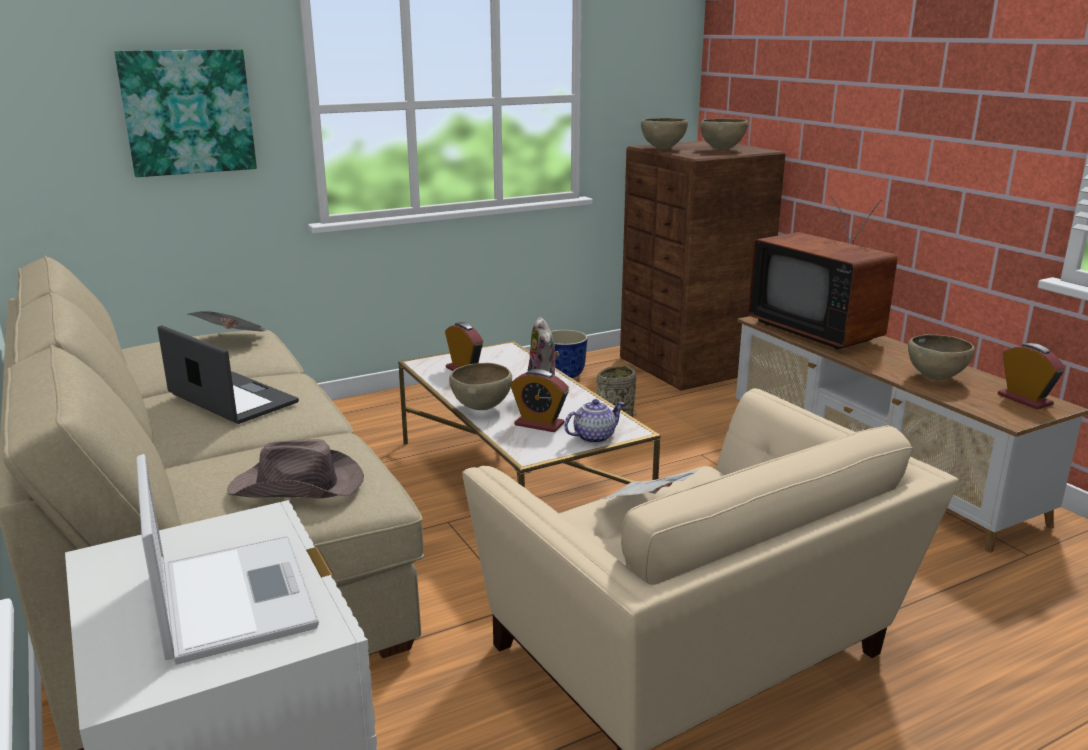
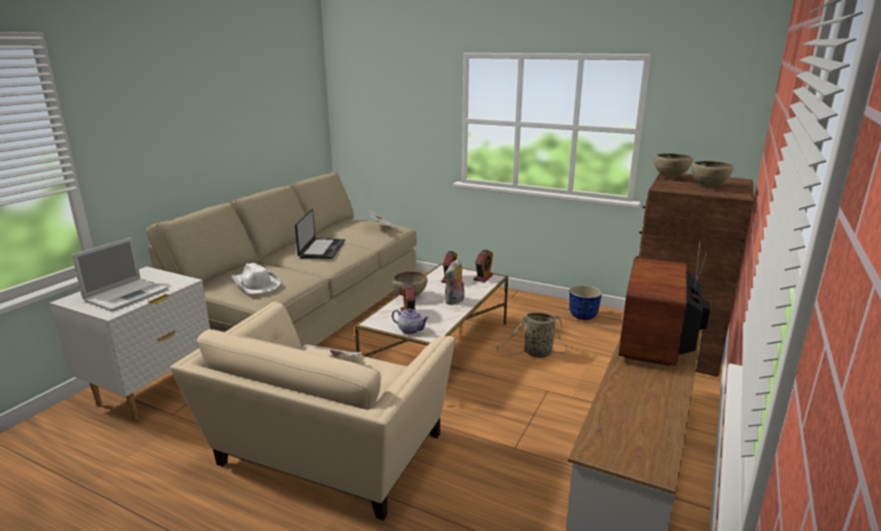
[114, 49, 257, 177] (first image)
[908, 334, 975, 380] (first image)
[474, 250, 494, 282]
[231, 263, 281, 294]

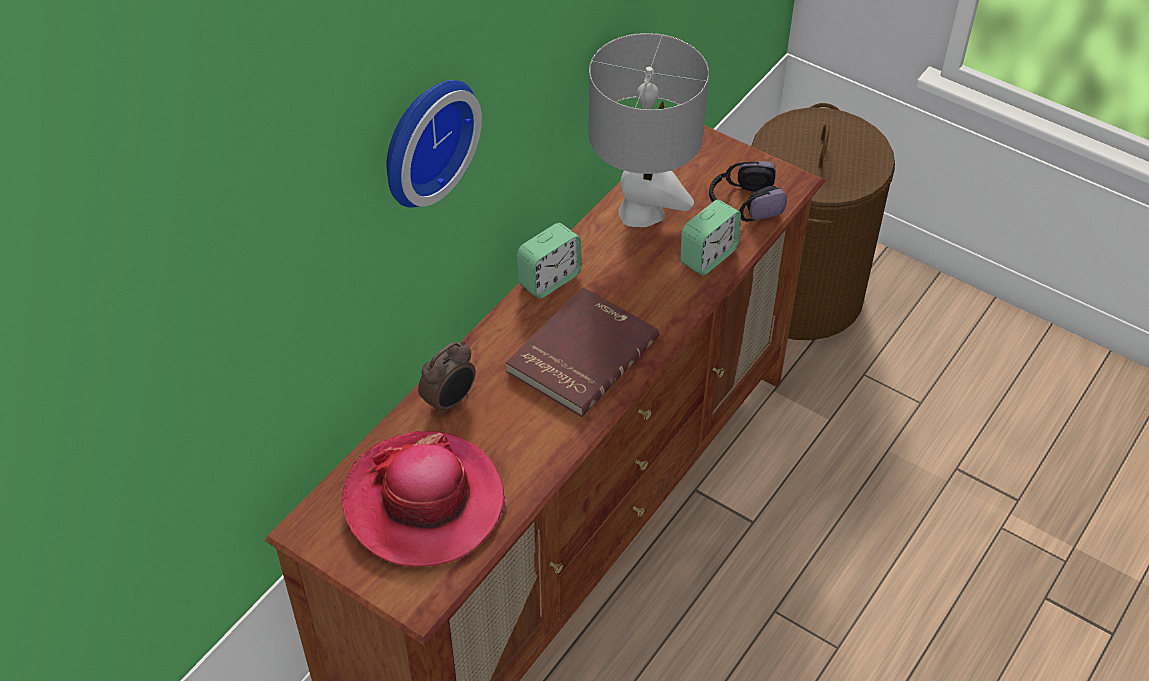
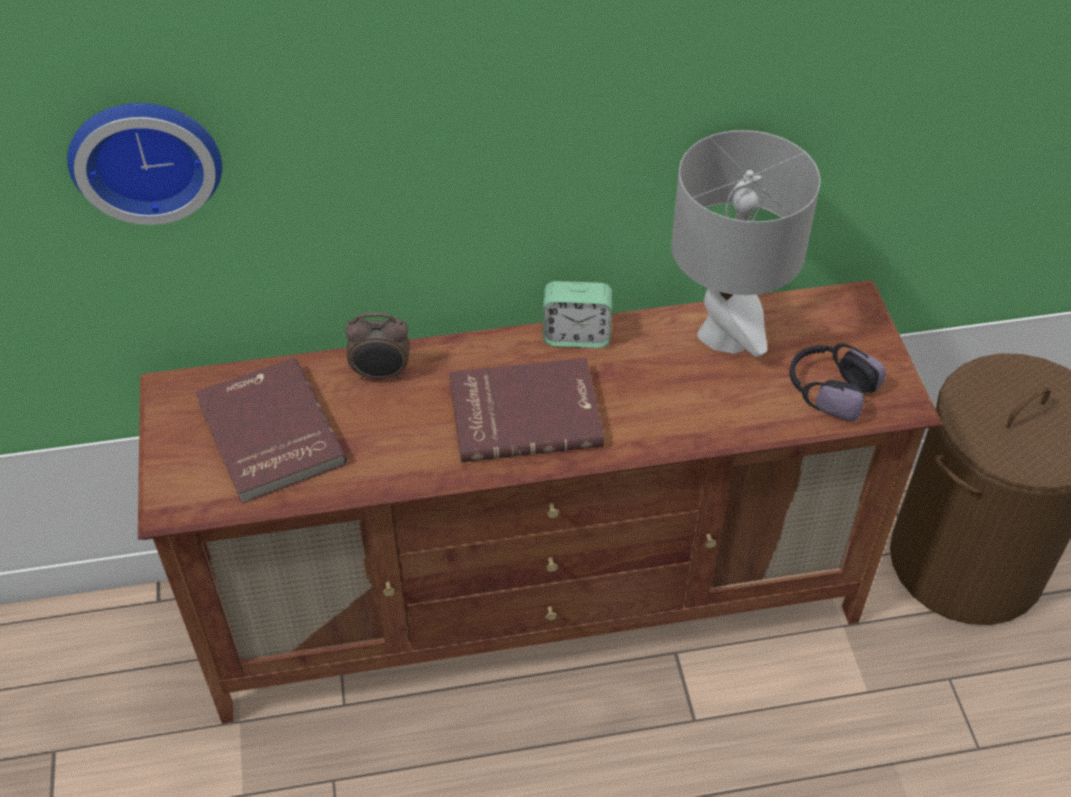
[67, 103, 222, 225]
[680, 200, 741, 276] (first image)
[196, 358, 347, 504]

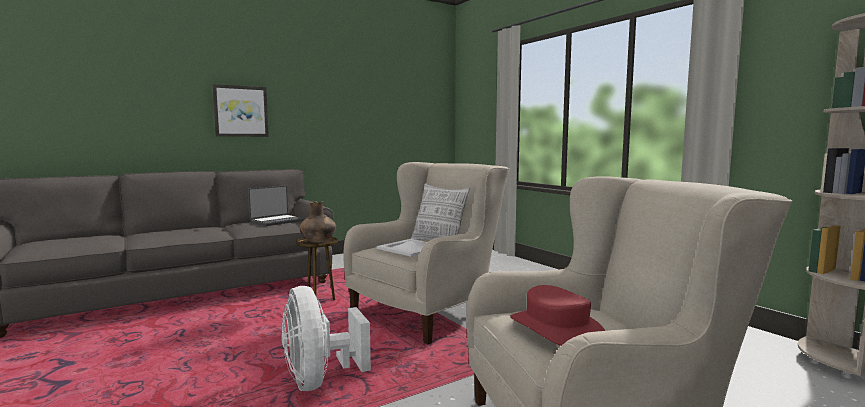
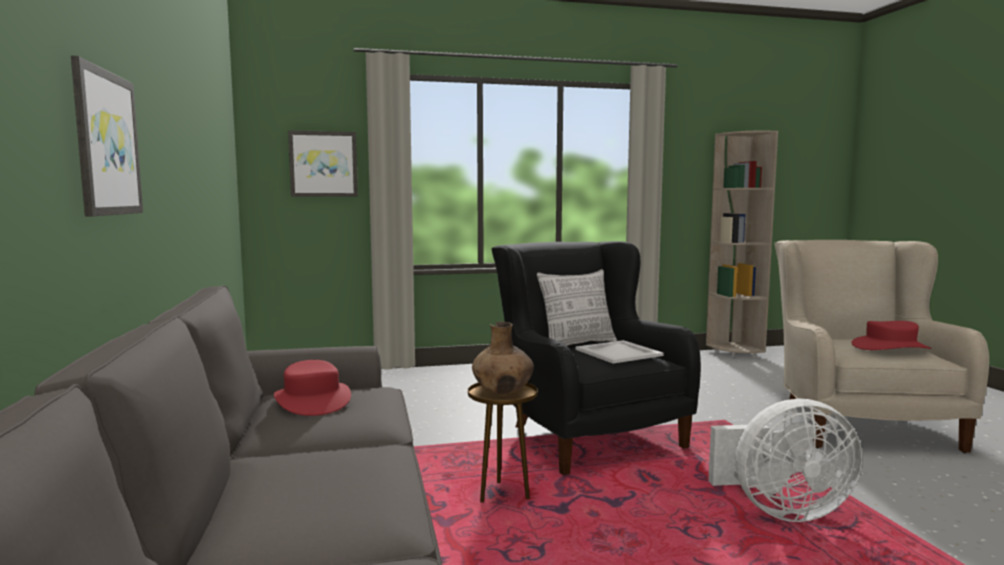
[491, 241, 701, 475]
[274, 360, 351, 416]
[288, 130, 358, 197]

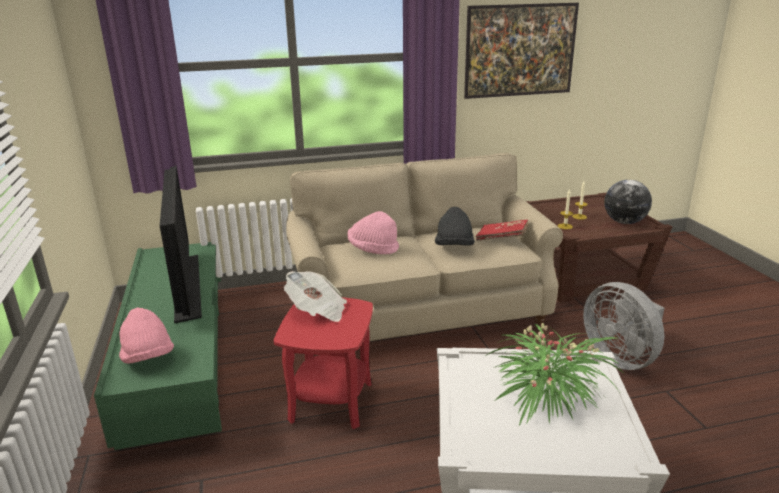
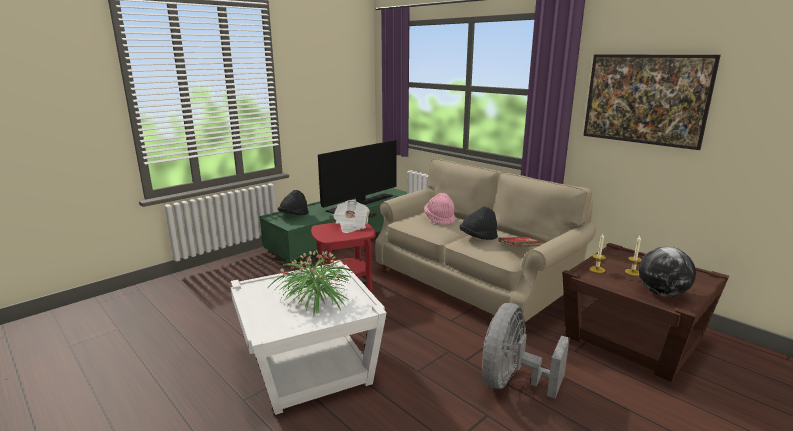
[278, 190, 309, 215]

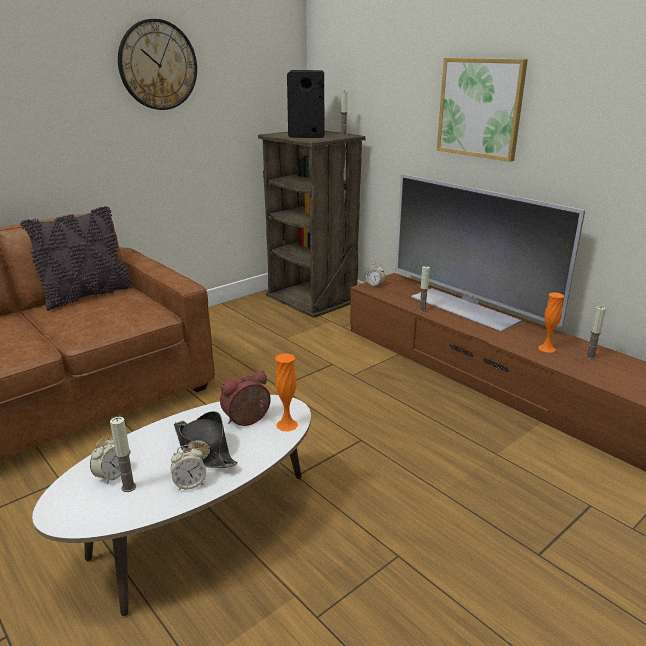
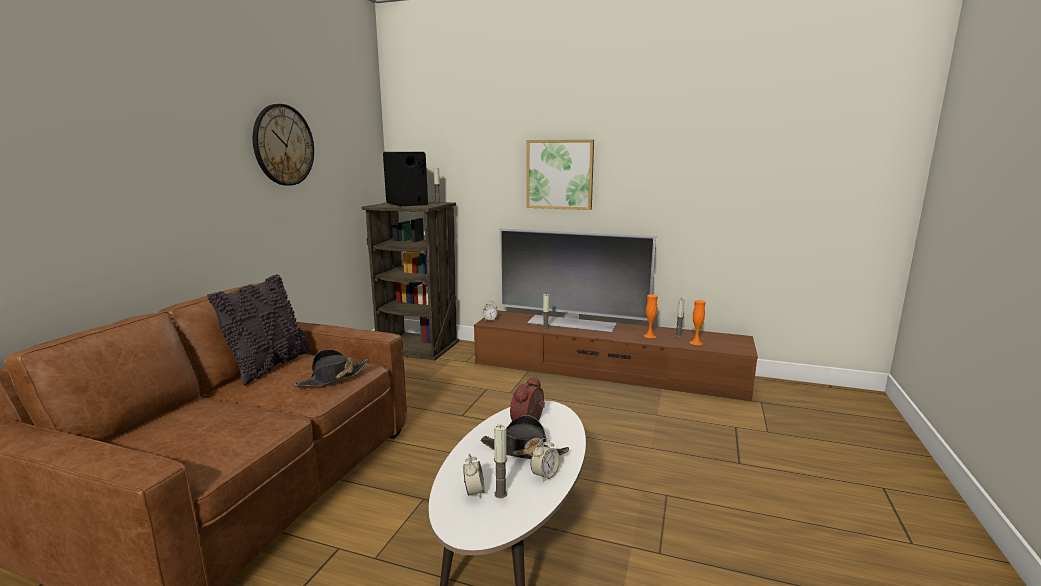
[690, 300, 706, 345]
[293, 349, 369, 387]

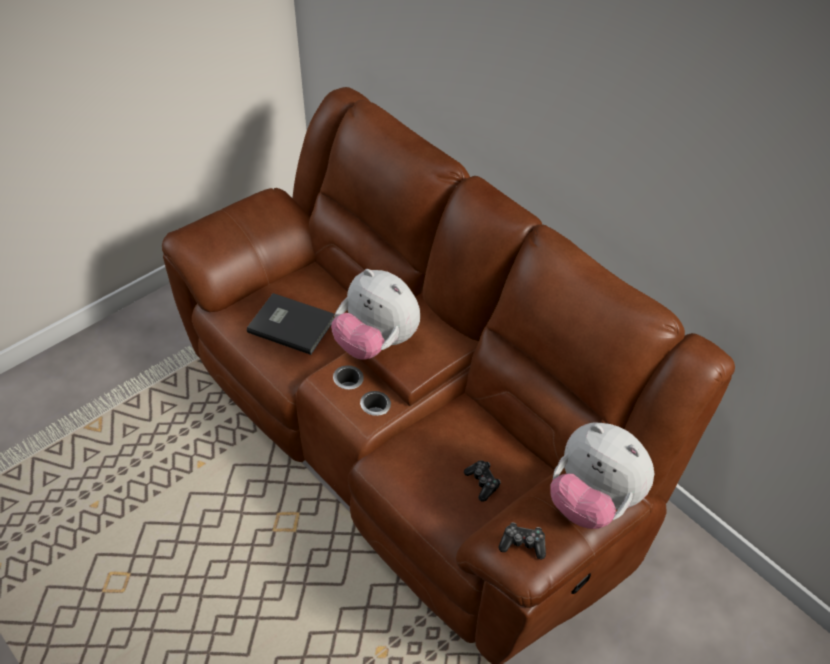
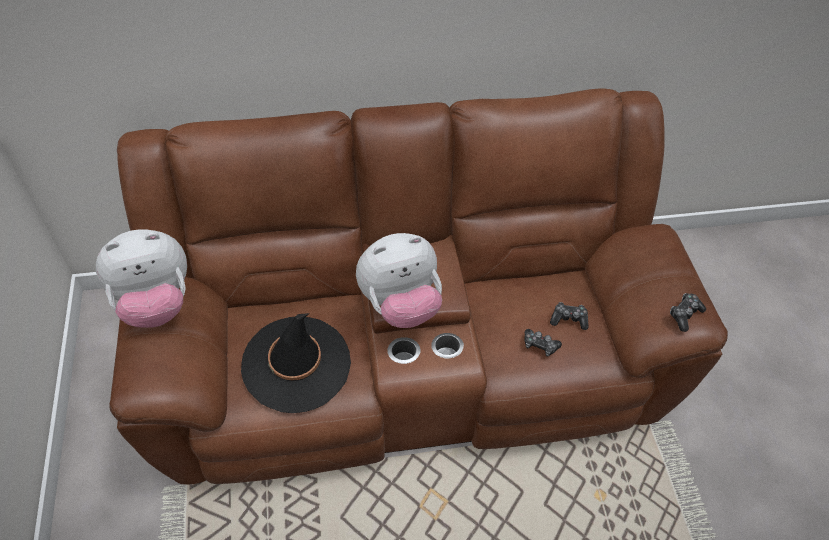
[241, 313, 351, 413]
[96, 229, 187, 328]
[524, 329, 562, 356]

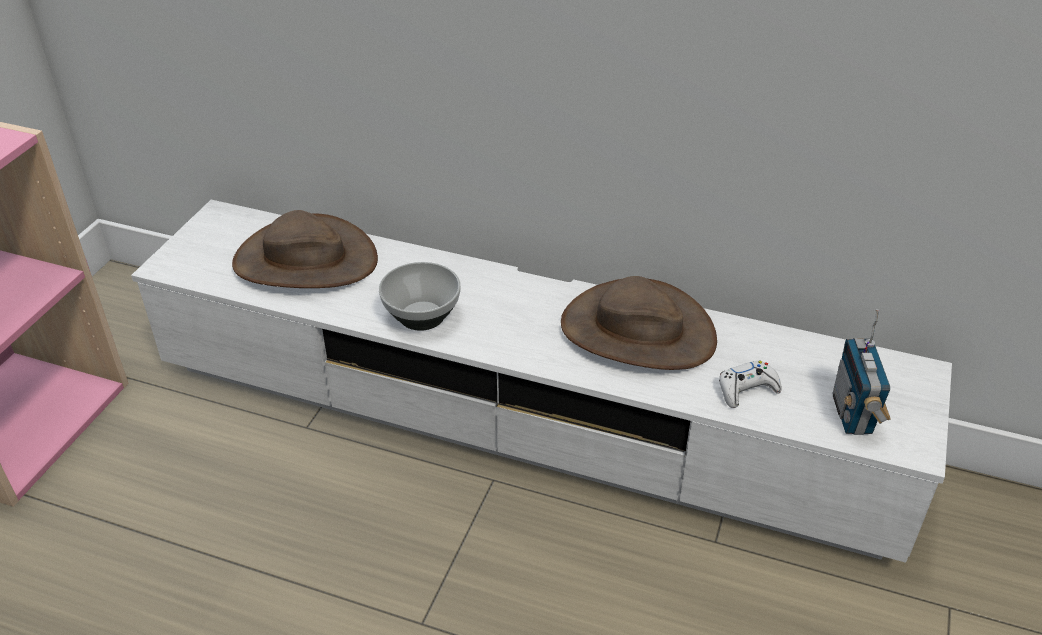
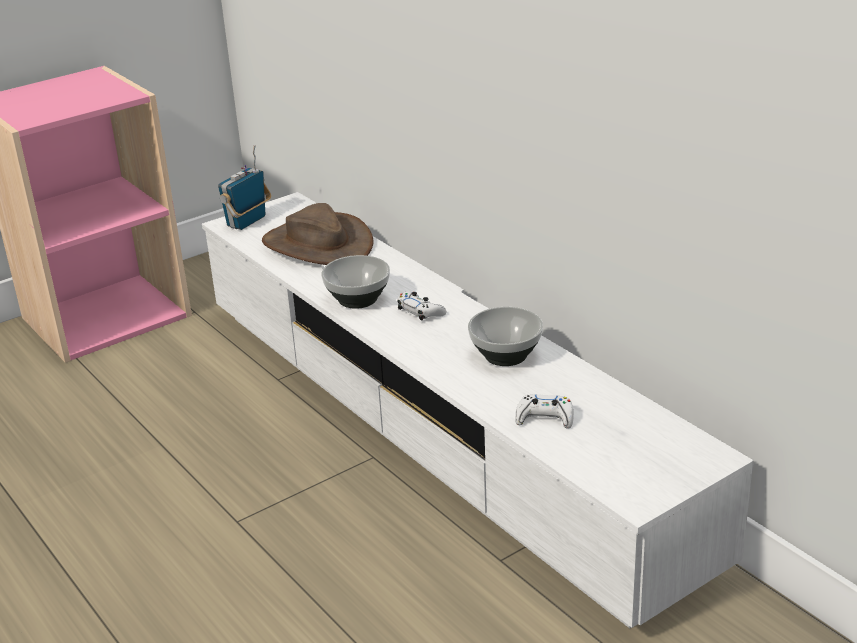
[468, 307, 543, 366]
[218, 145, 271, 230]
[397, 291, 446, 321]

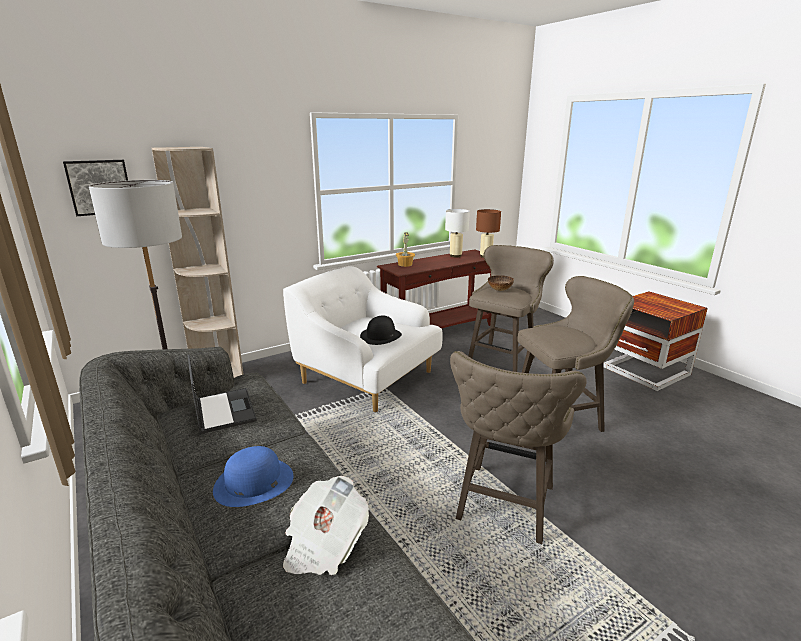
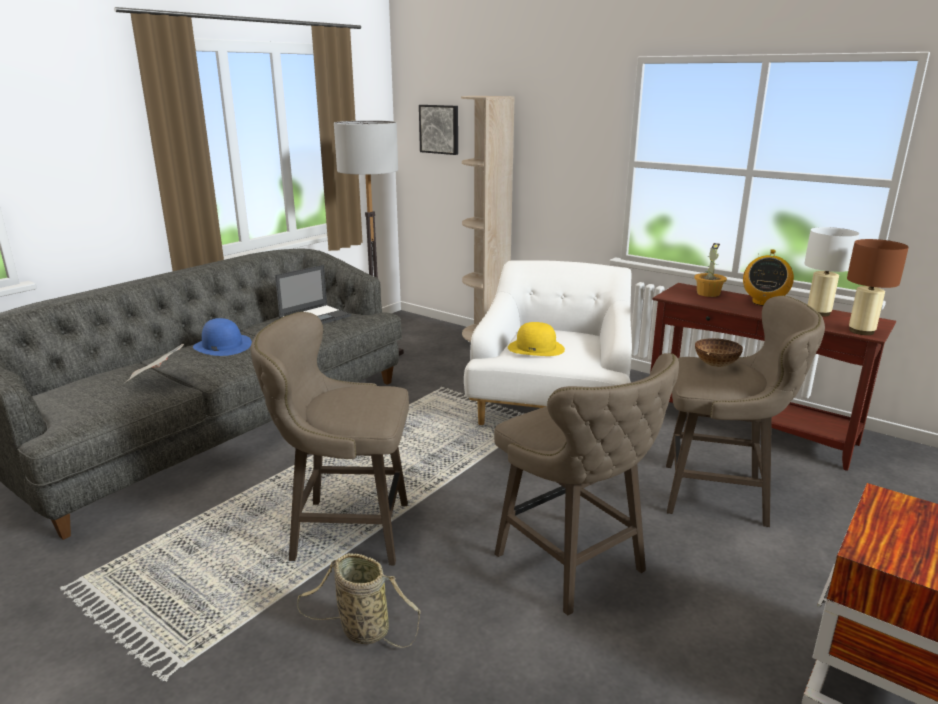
[508, 322, 565, 356]
[743, 249, 794, 306]
[297, 553, 420, 648]

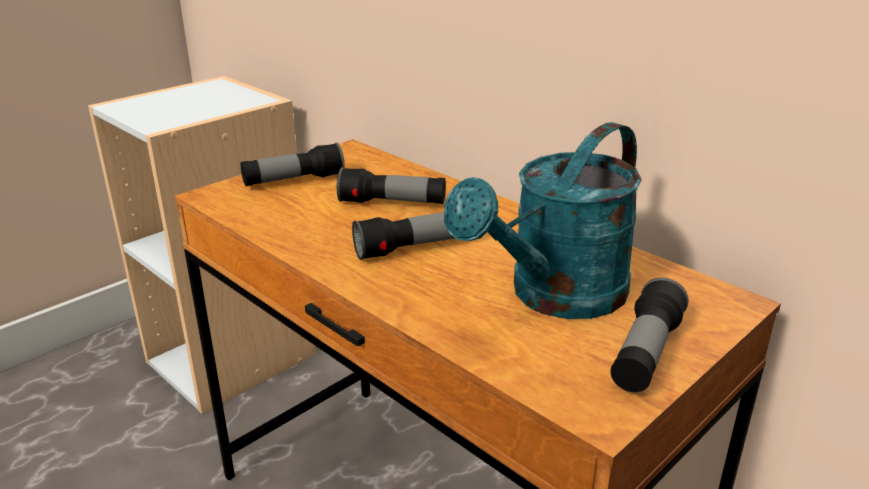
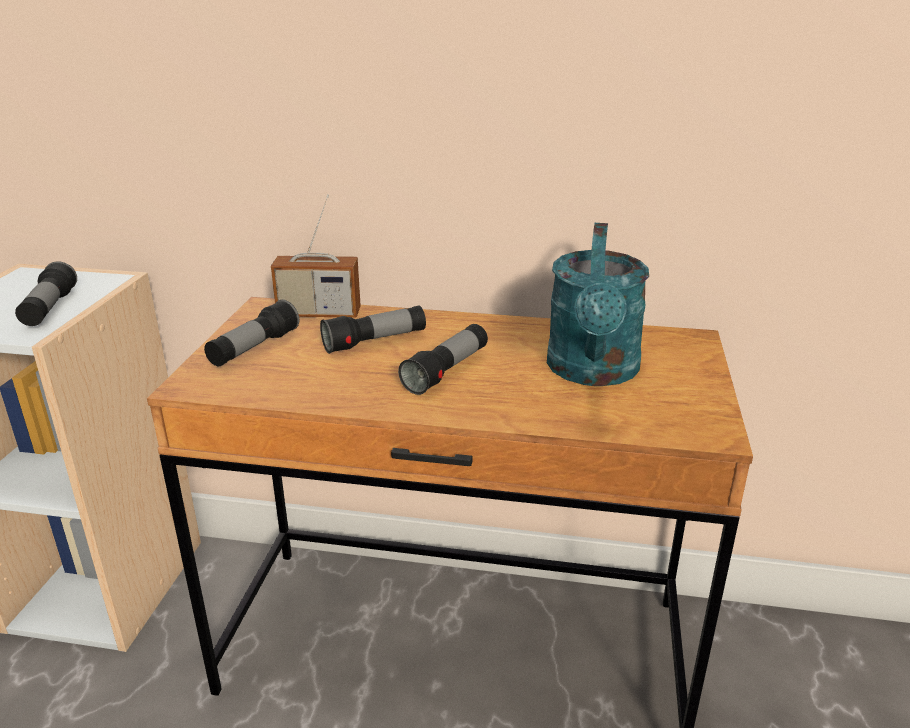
[15, 261, 77, 326]
[271, 194, 361, 318]

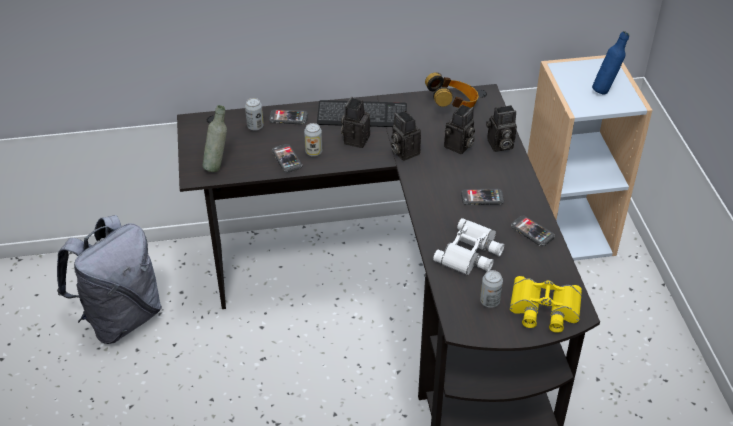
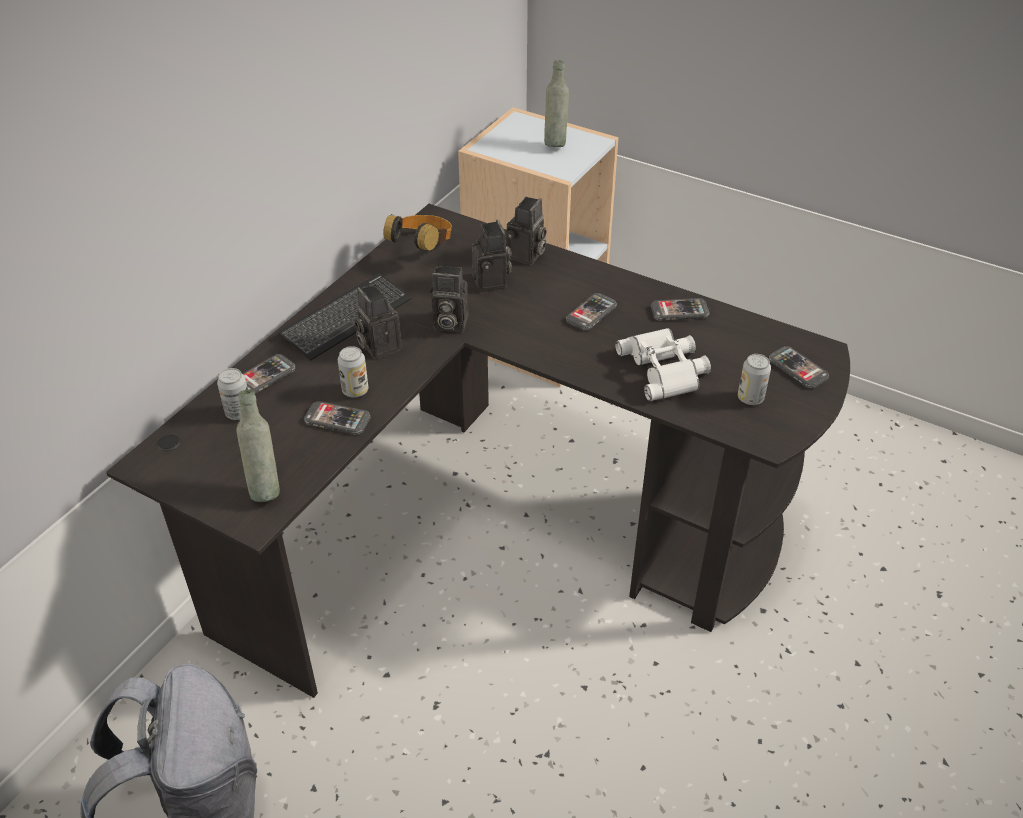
[544, 60, 569, 147]
[769, 346, 829, 388]

